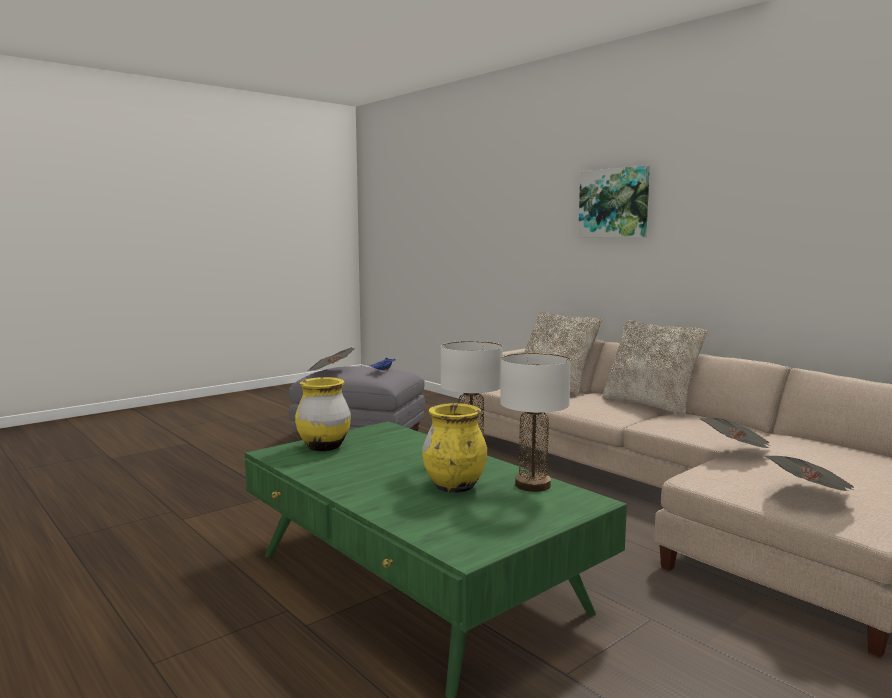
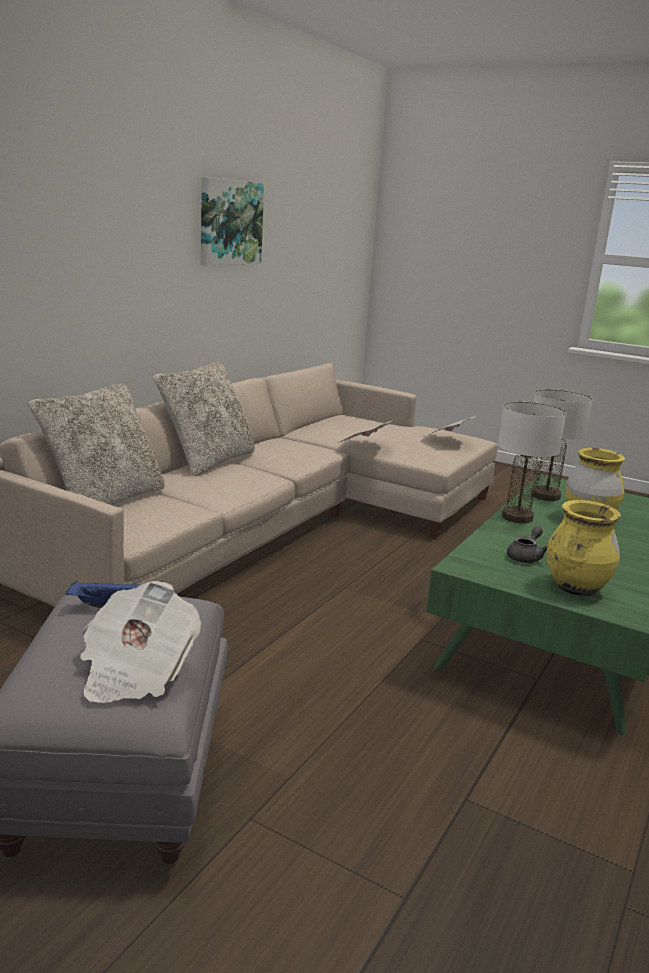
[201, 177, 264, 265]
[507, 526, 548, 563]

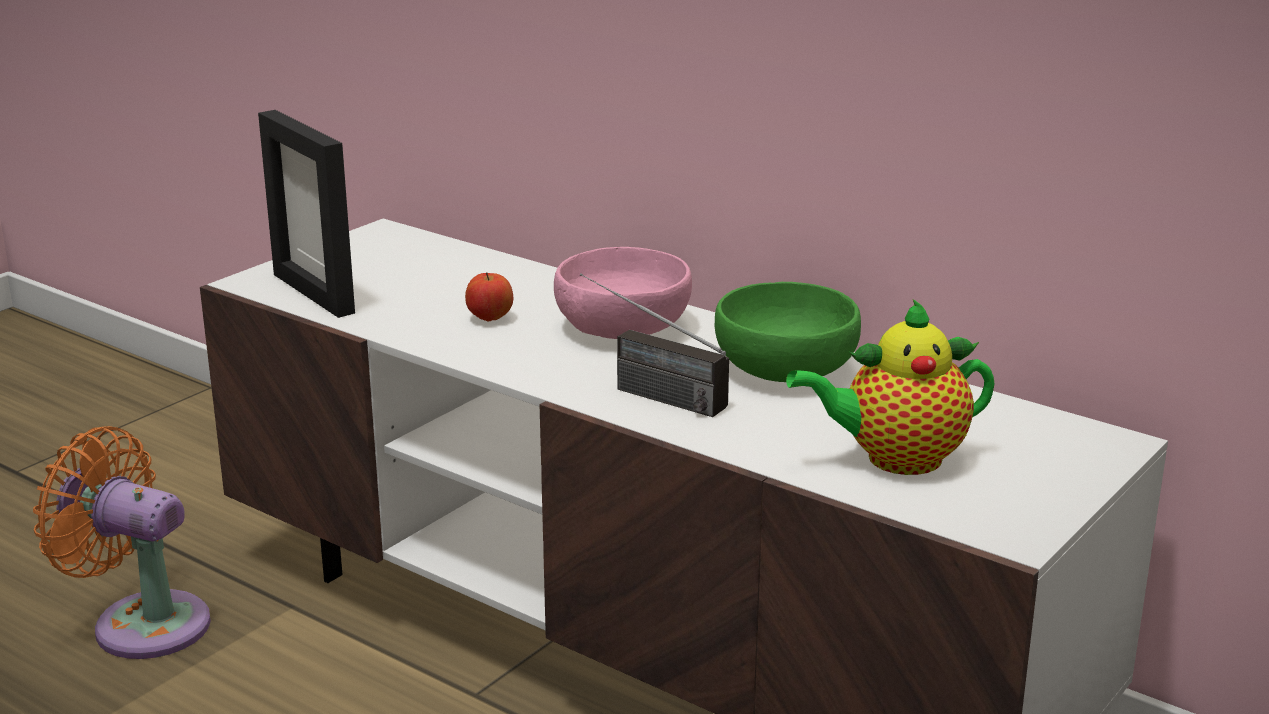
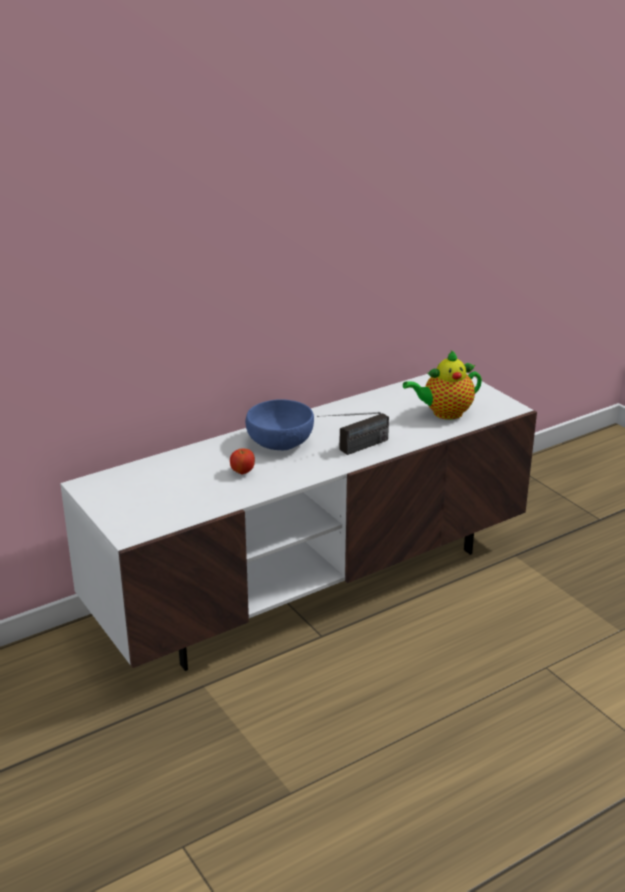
[258, 110, 355, 318] (first image)
[245, 399, 314, 450]
[715, 282, 861, 382] (first image)
[403, 350, 482, 420]
[33, 426, 211, 659] (first image)

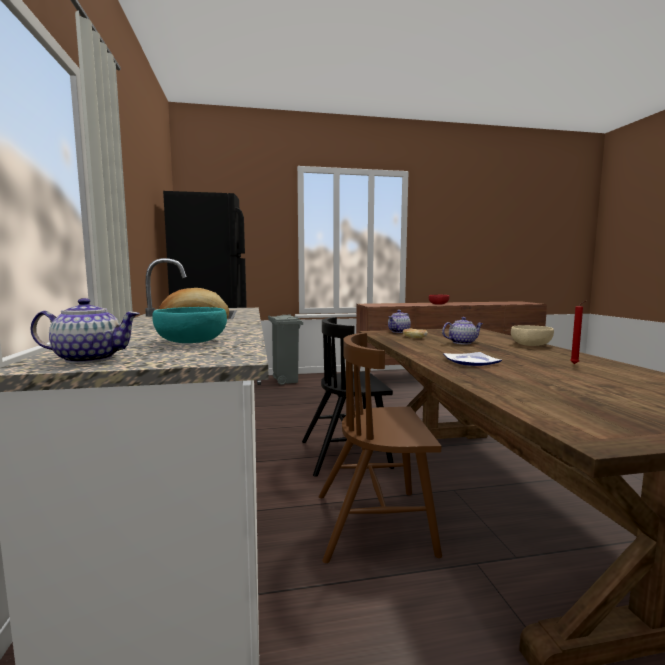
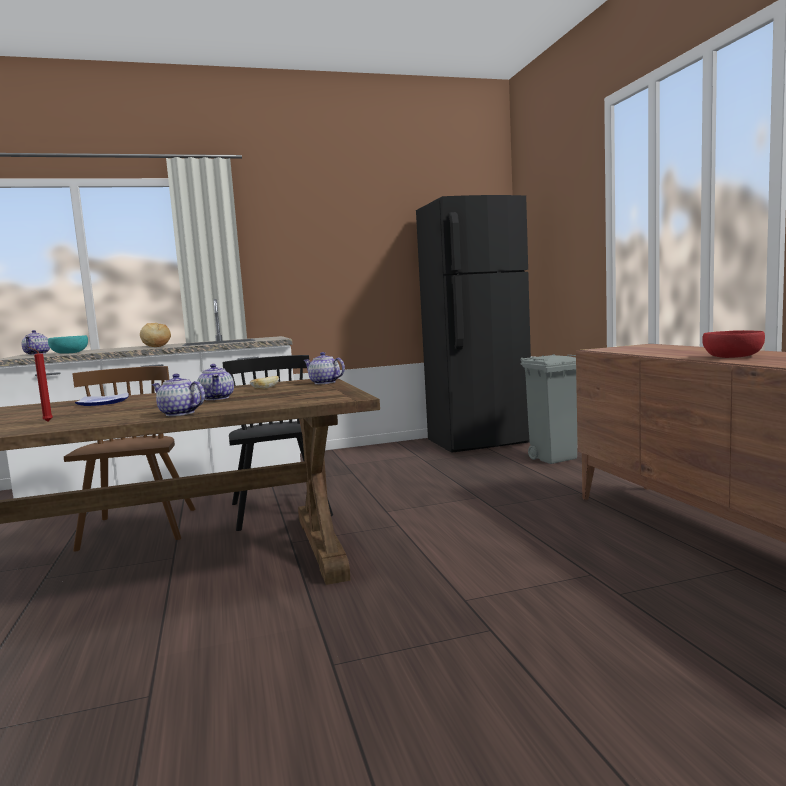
[152, 374, 205, 416]

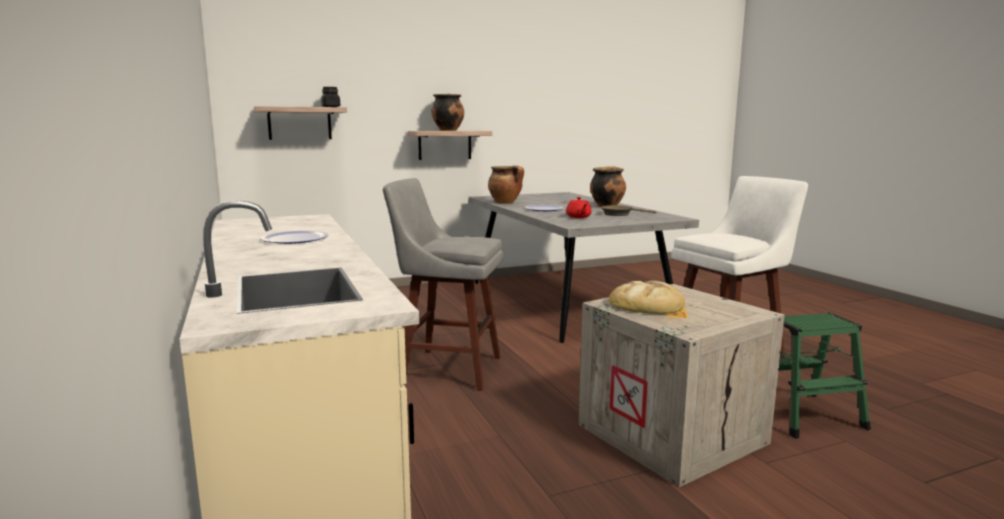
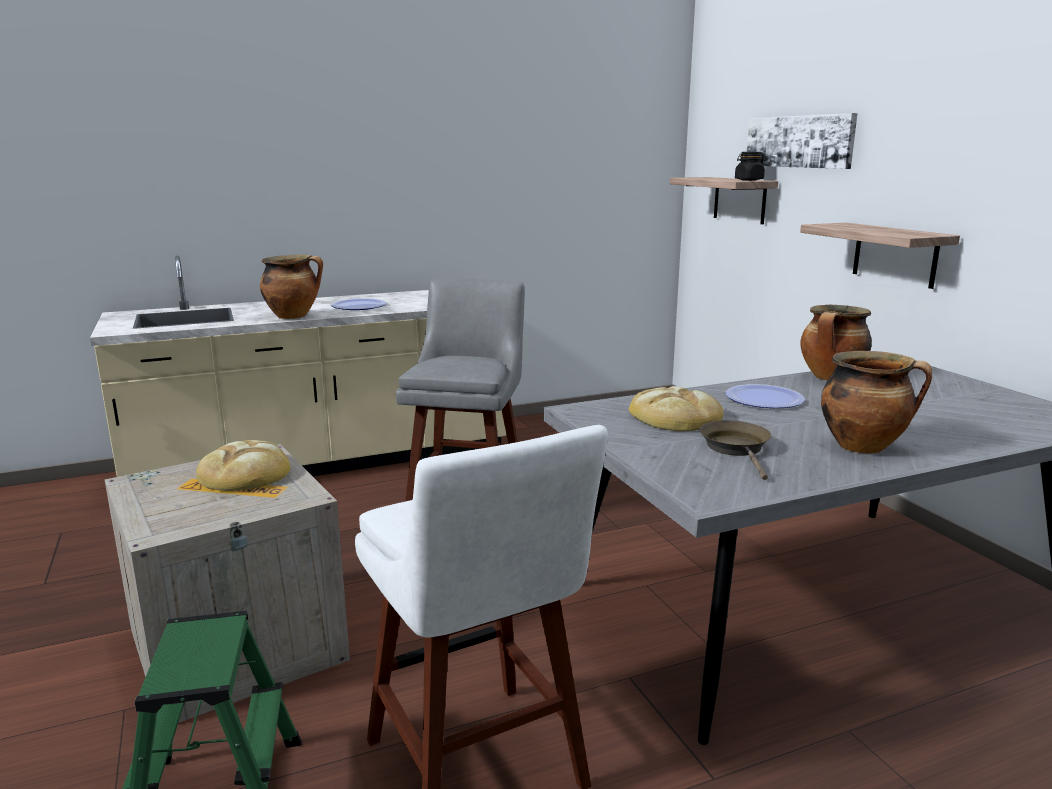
[260, 255, 323, 319]
[629, 386, 724, 431]
[747, 113, 858, 169]

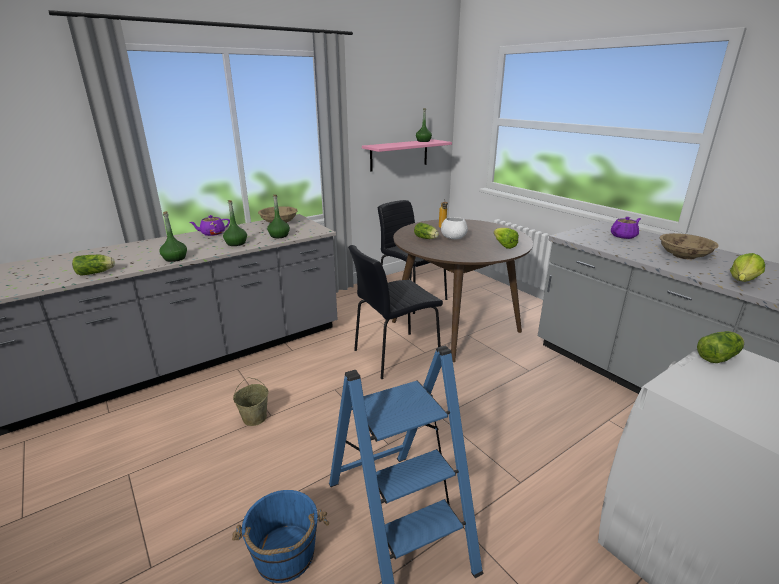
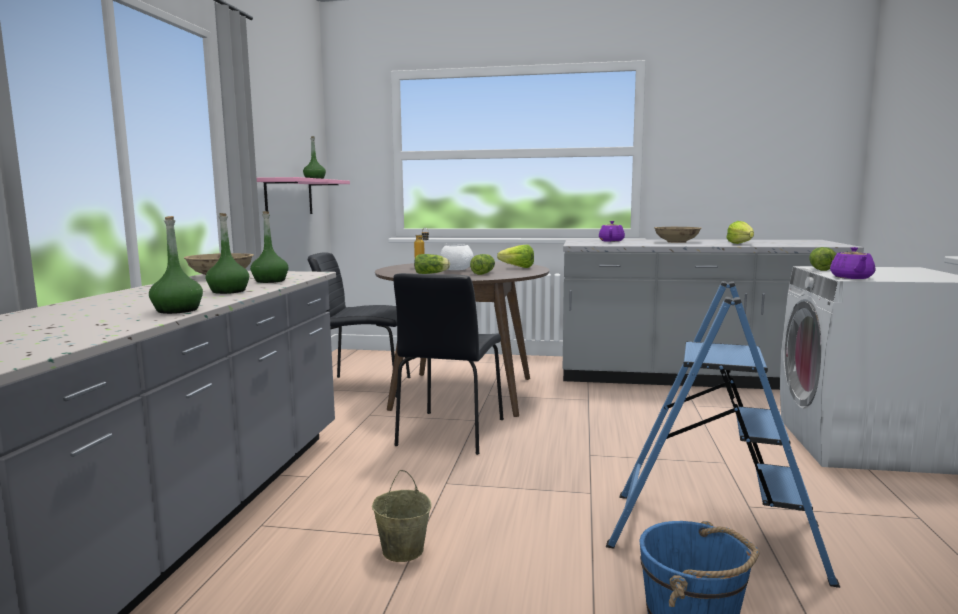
[830, 247, 875, 279]
[470, 254, 495, 275]

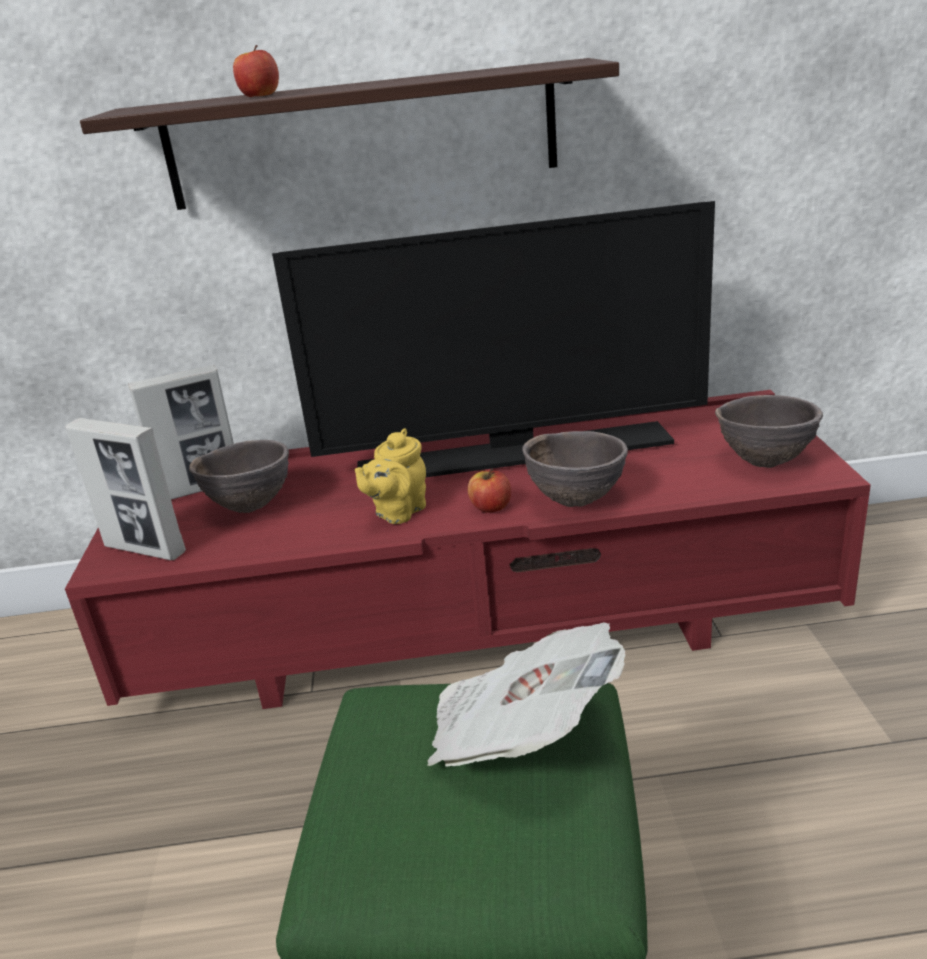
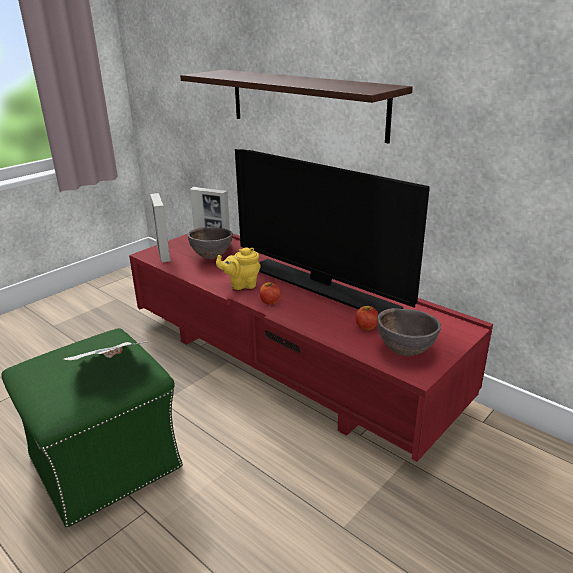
[356, 306, 378, 330]
[522, 431, 628, 507] (first image)

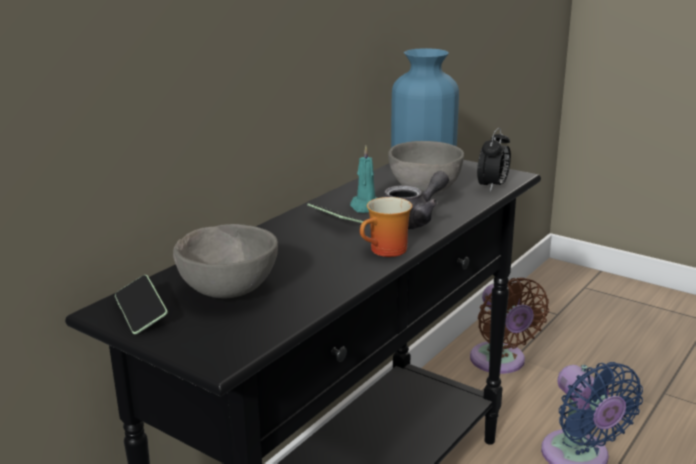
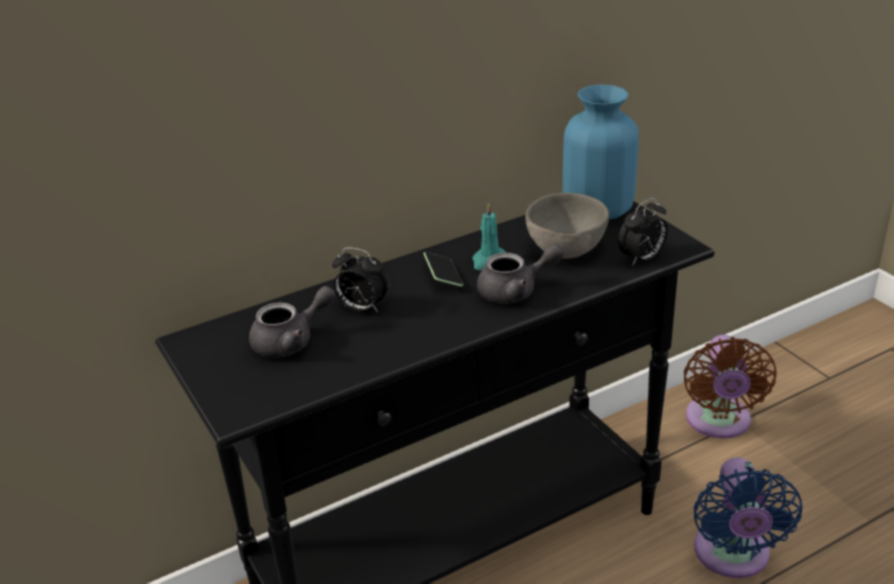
[360, 197, 412, 257] (first image)
[249, 286, 336, 358]
[115, 275, 168, 334] (first image)
[332, 247, 389, 312]

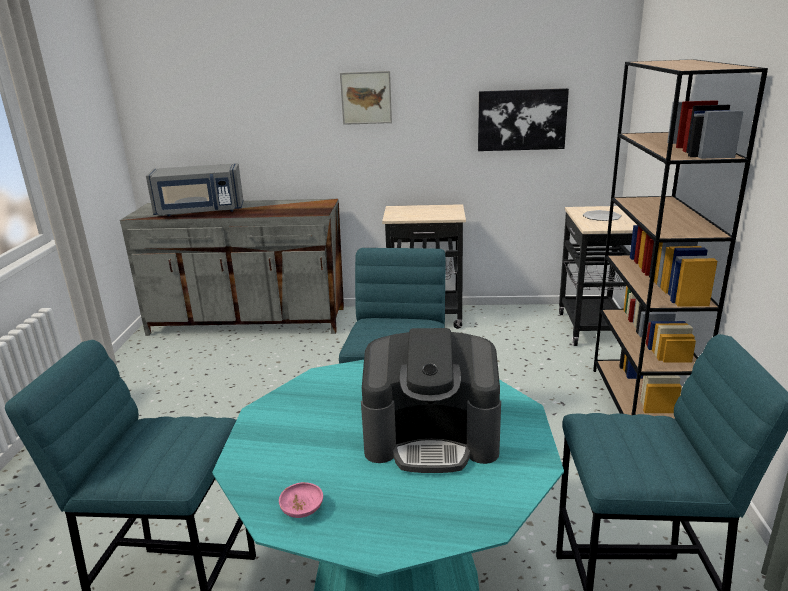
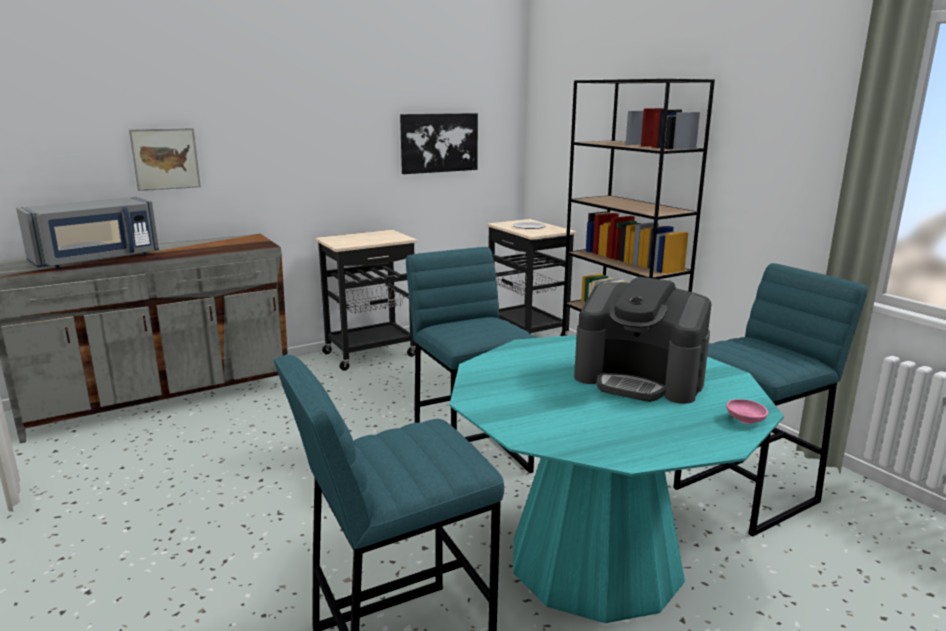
[129, 128, 201, 191]
[574, 277, 711, 404]
[727, 399, 768, 424]

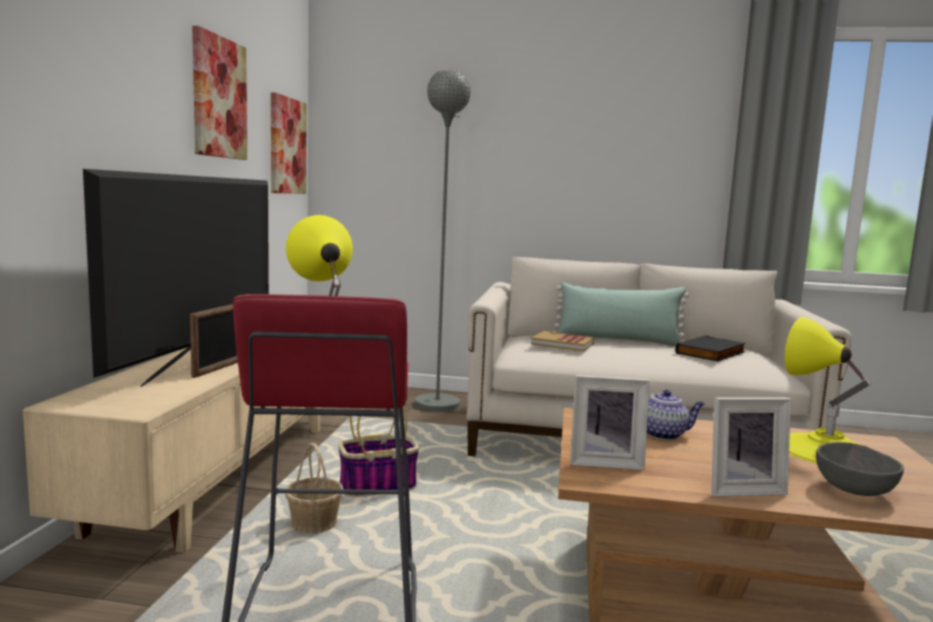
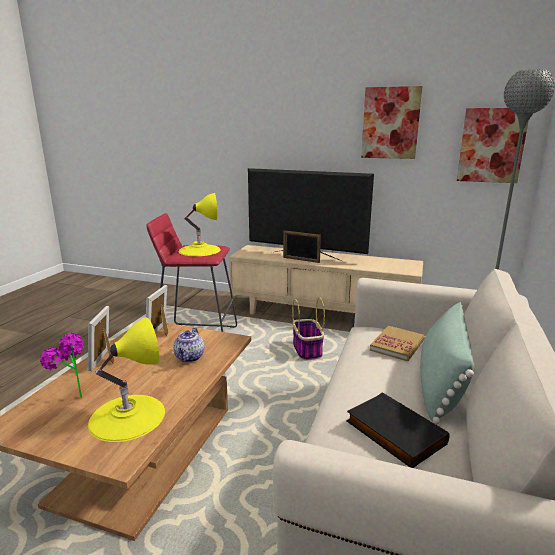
[40, 333, 84, 398]
[285, 443, 343, 534] (first image)

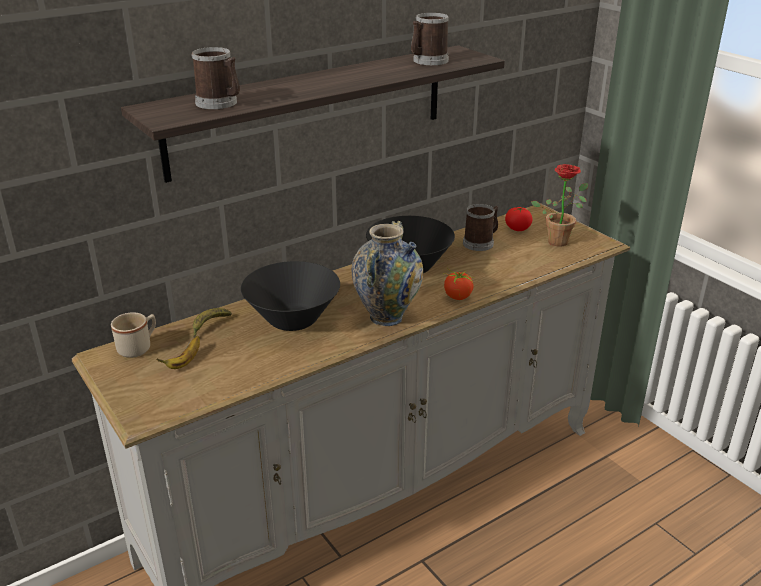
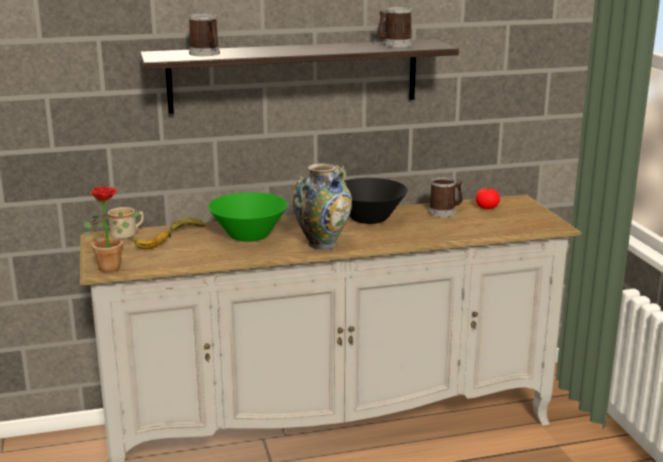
[83, 186, 141, 272]
[208, 192, 288, 242]
[444, 268, 474, 300] (first image)

